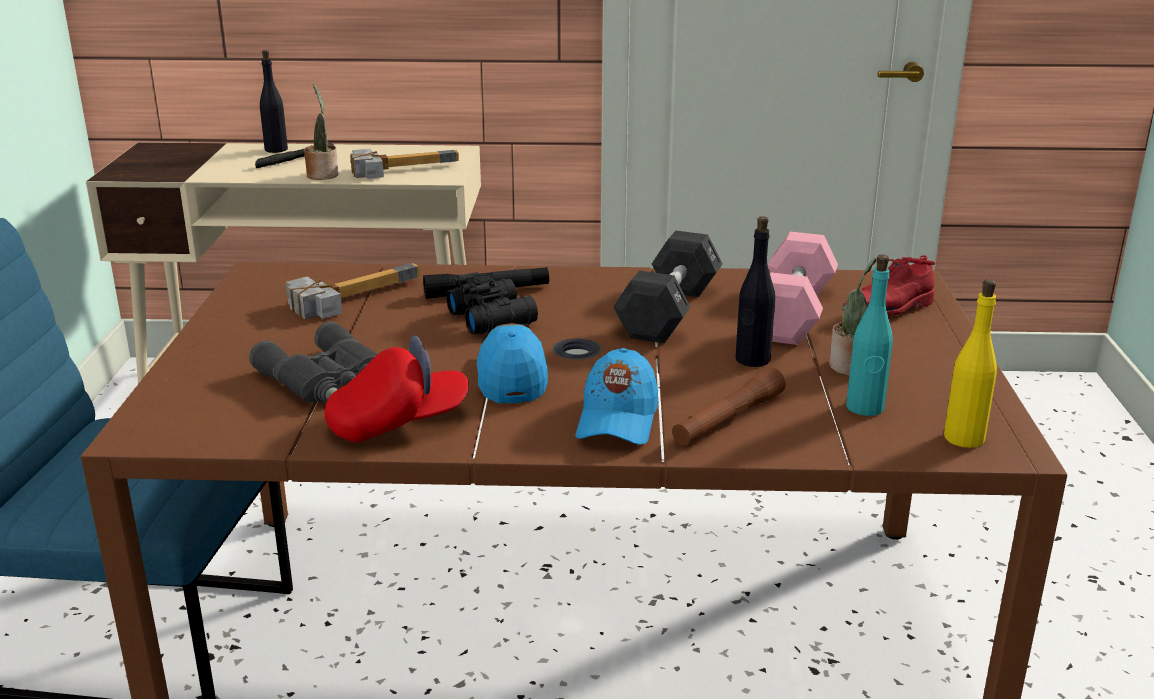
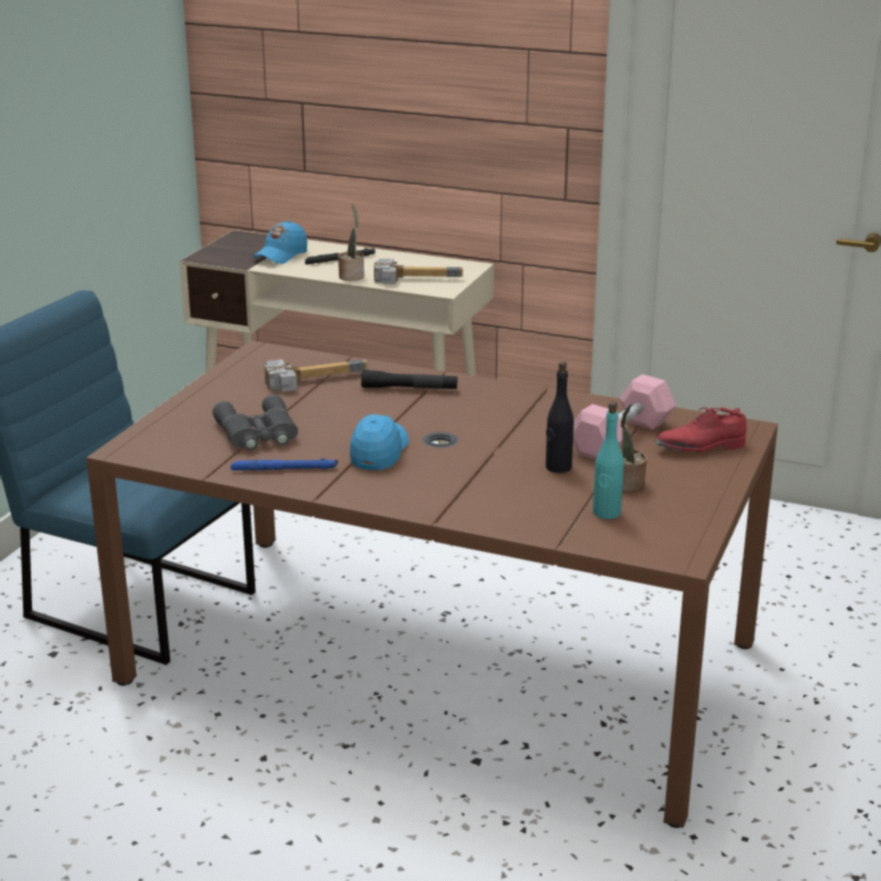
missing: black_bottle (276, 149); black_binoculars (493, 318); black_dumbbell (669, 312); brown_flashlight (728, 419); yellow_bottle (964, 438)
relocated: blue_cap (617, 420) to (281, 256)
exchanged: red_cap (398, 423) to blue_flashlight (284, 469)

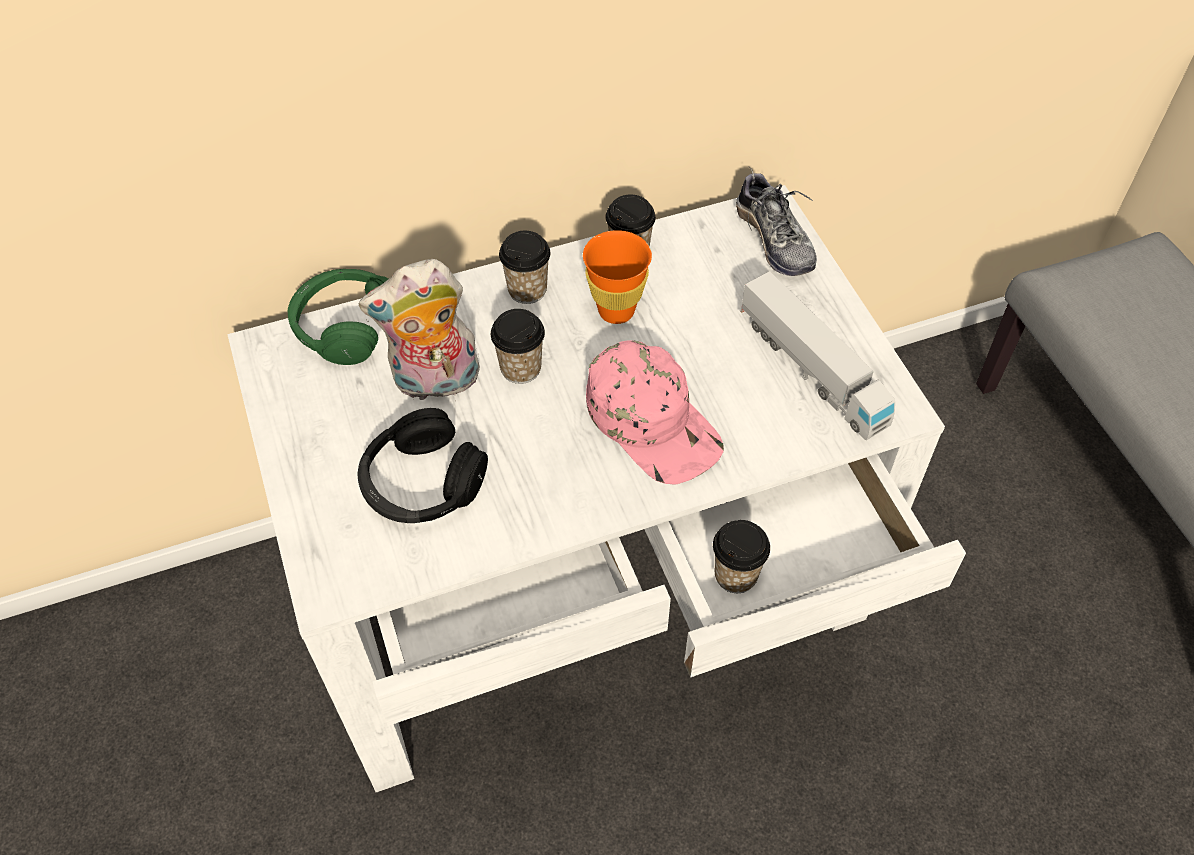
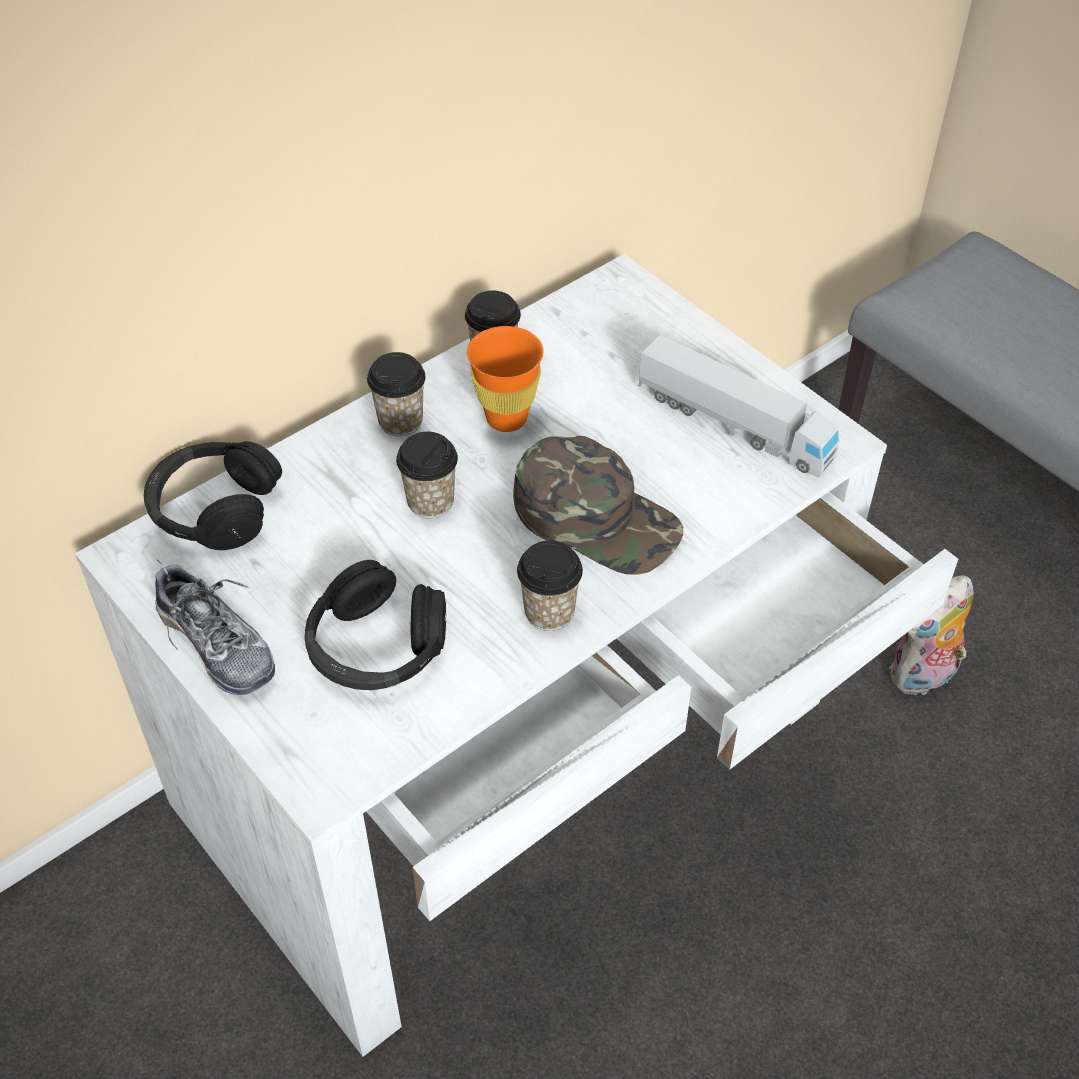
relocated: shoe (774, 239) to (217, 644); cup (736, 575) to (549, 612); plush_toy (435, 383) to (923, 677)
colour: green_headphones (347, 326) to black_headphones (214, 508); pink_cap (653, 422) to green_cap (597, 517)

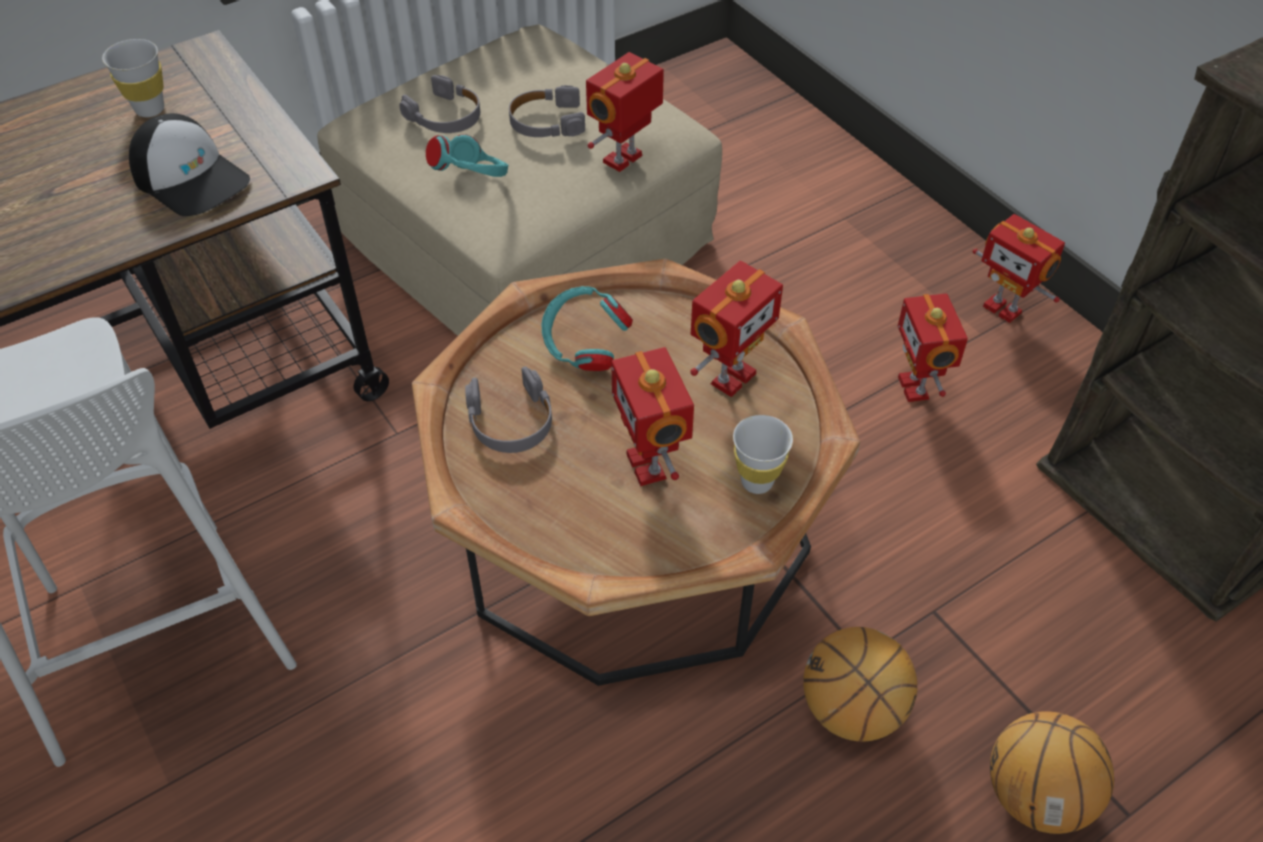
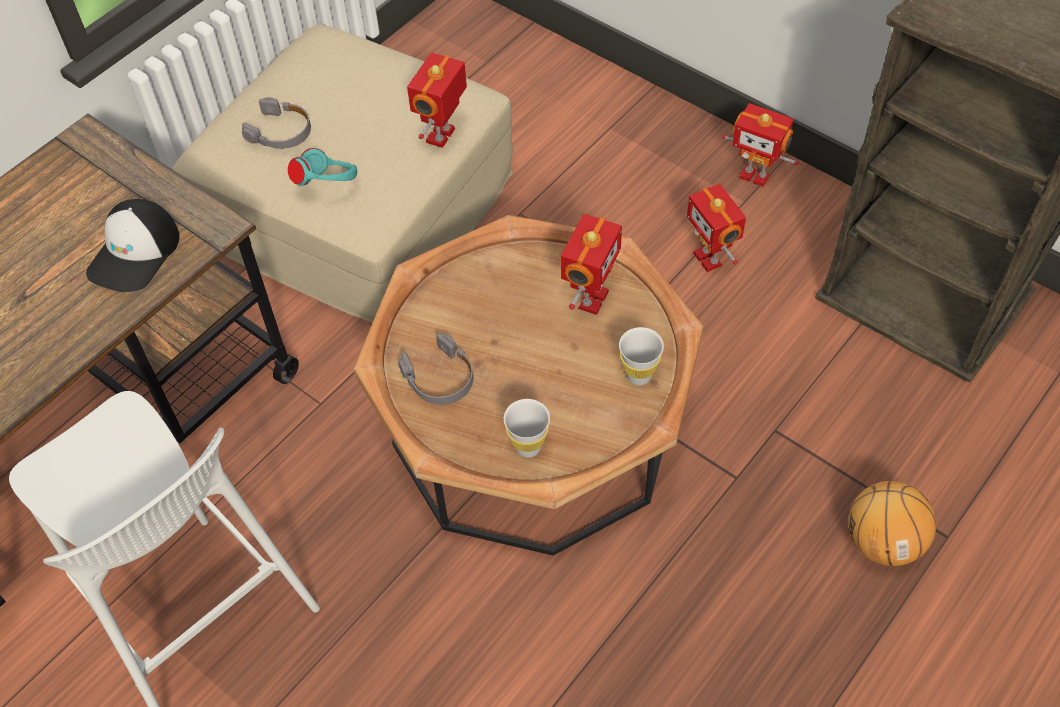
missing: grey_headphones (546, 122); turquoise_headphones (584, 349); toy_robot (649, 465); basketball (852, 710)
relocated: white_cup (150, 109) to (528, 447)
spun: cap (191, 178) = (135, 254) 90 degrees clockwise

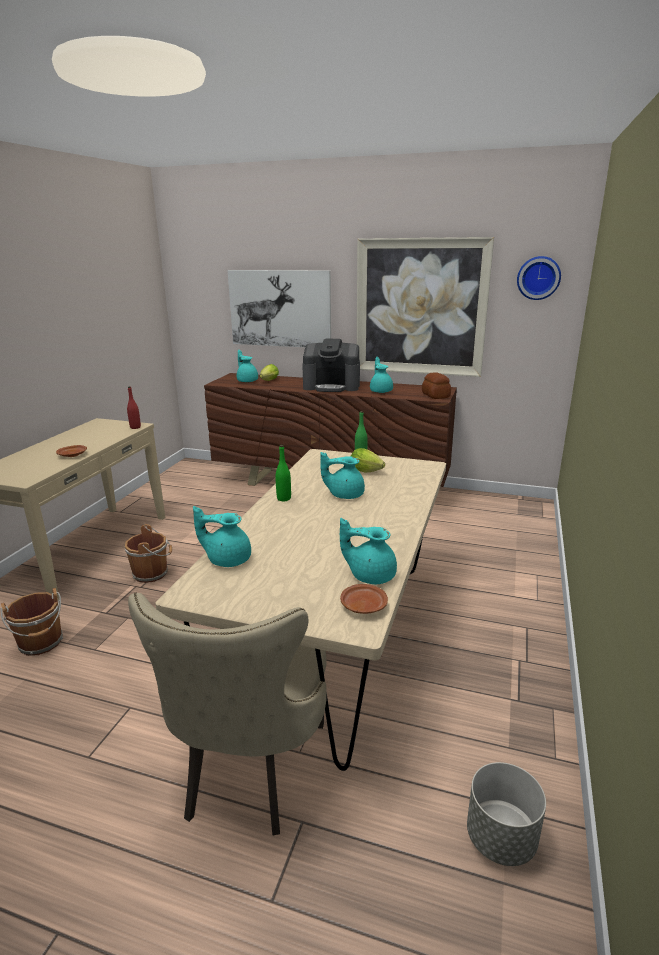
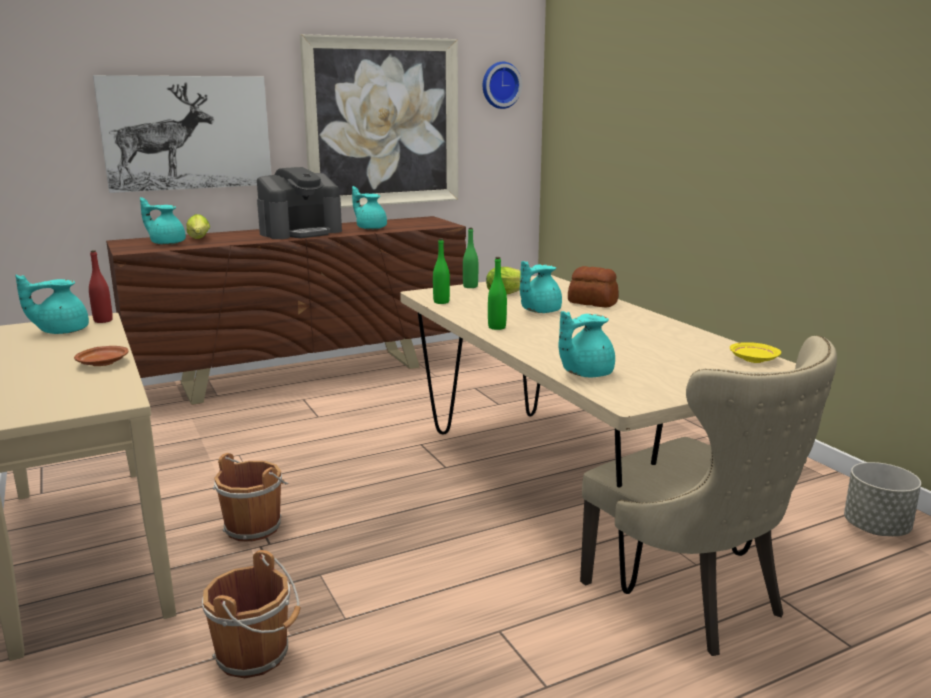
appeared: green_bottle (441, 302)
relocated: turquoise_teapot (370, 575) to (61, 331); bread (436, 395) to (592, 302)
colour: brown_plate (363, 606) to yellow_plate (753, 359)

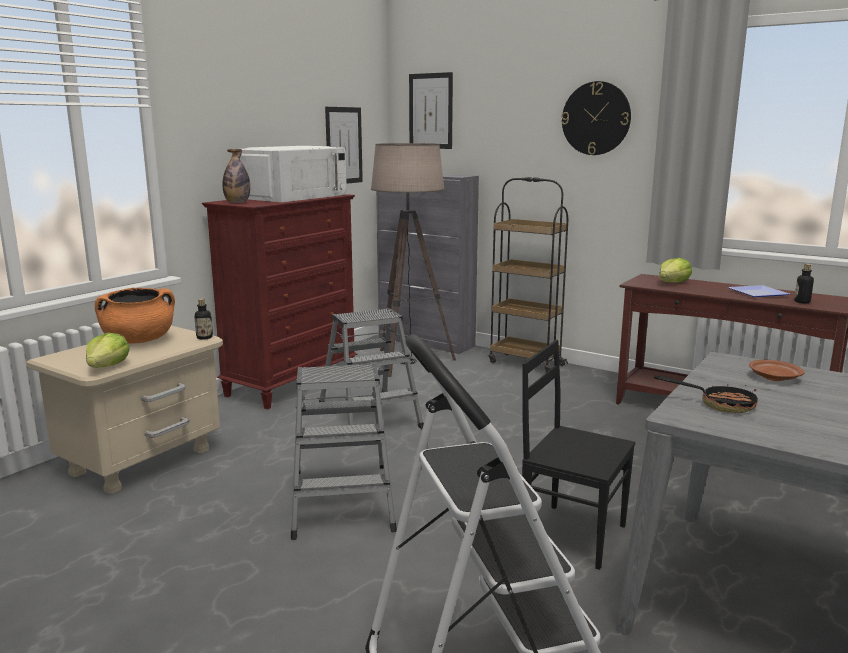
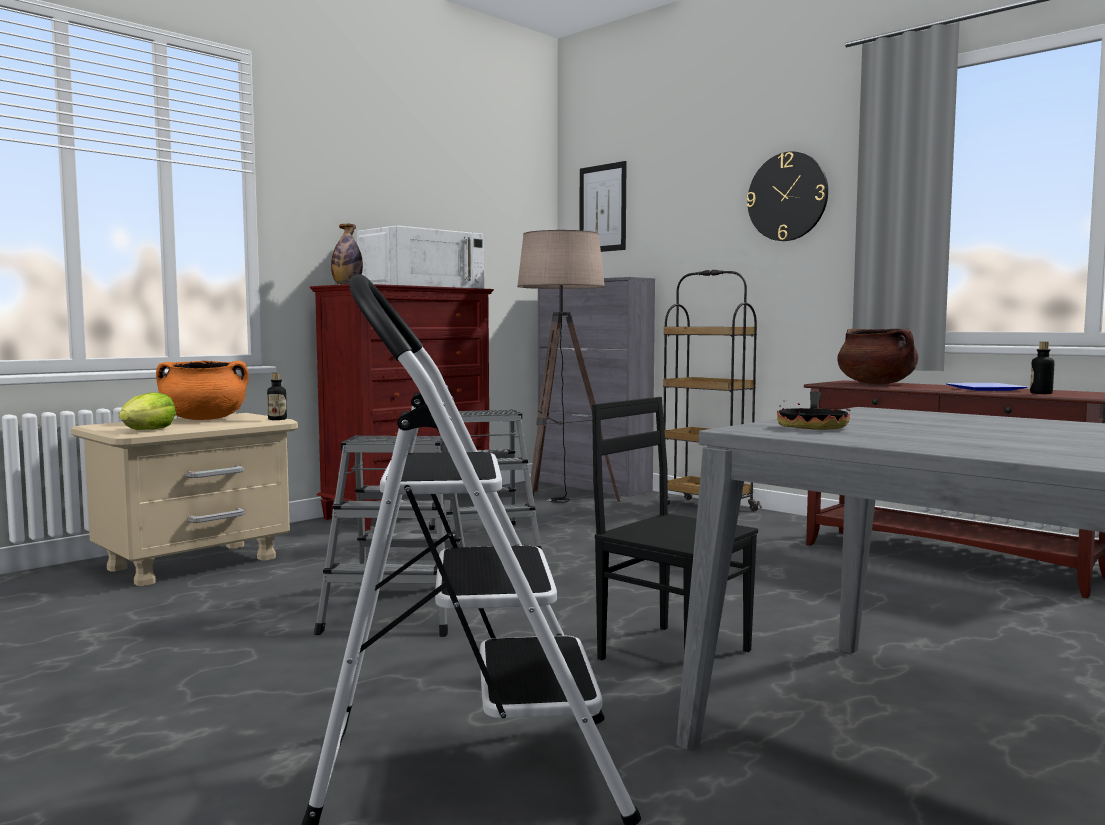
missing: picture (344, 145); brown_plate (773, 377)
exchanged: lettuce (673, 283) to brown_cooking_pot (877, 384)
spun: frying_pan (718, 404) = (813, 426) 75 degrees clockwise

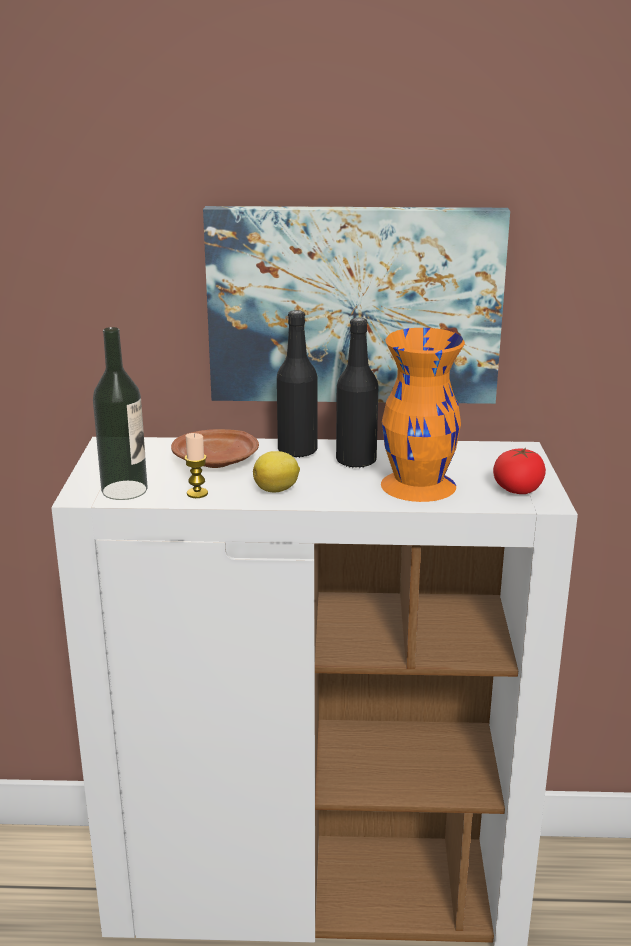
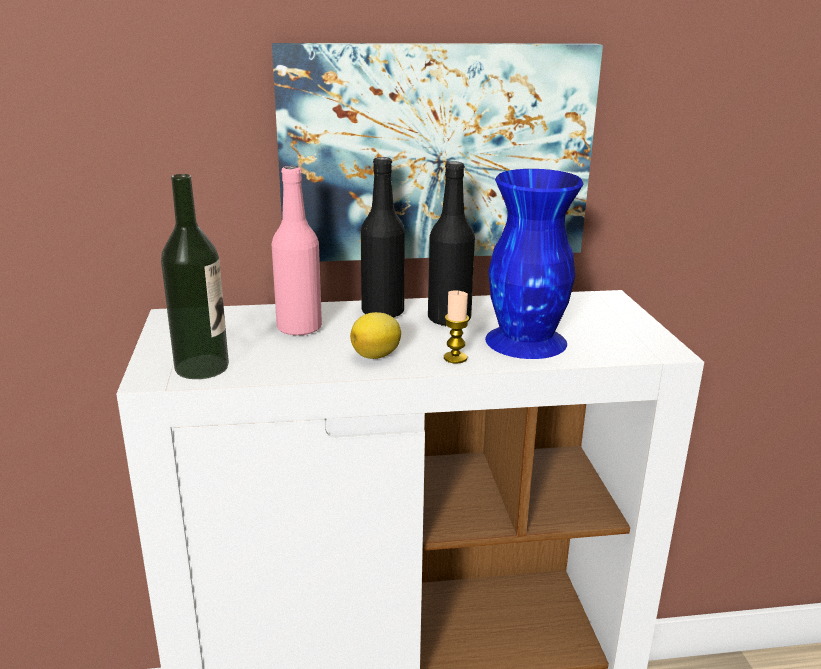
missing: tomato (518, 490)
relocated: candle (197, 493) to (455, 358)
exchanged: brown_plate (217, 461) to pink_bottle (299, 328)
colour: orange_vase (418, 485) to blue_vase (527, 341)

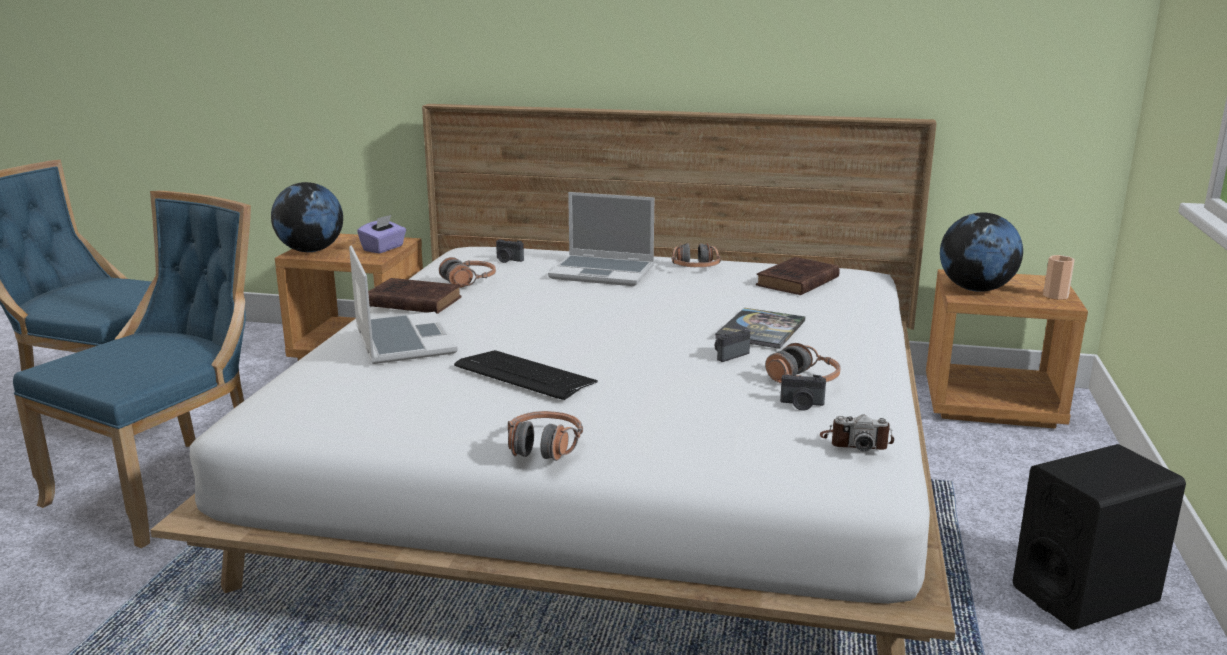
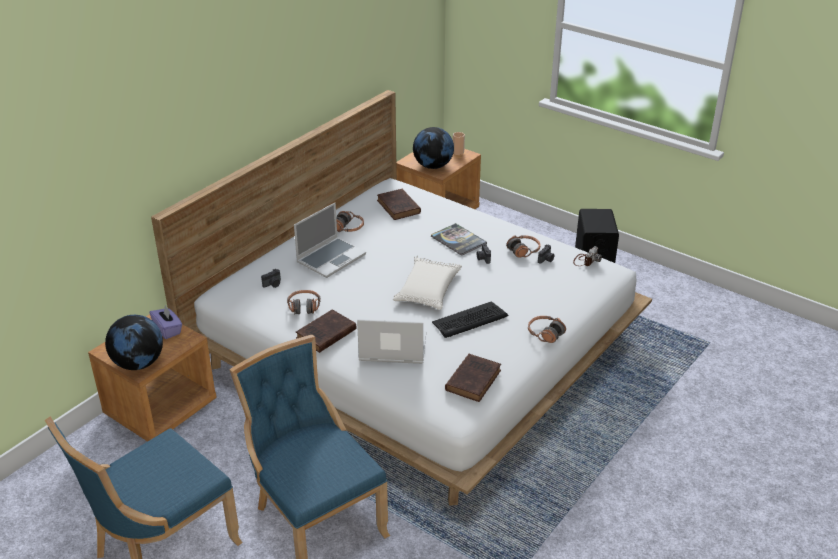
appeared: white_pillow (427, 288); brown_book (474, 379)

